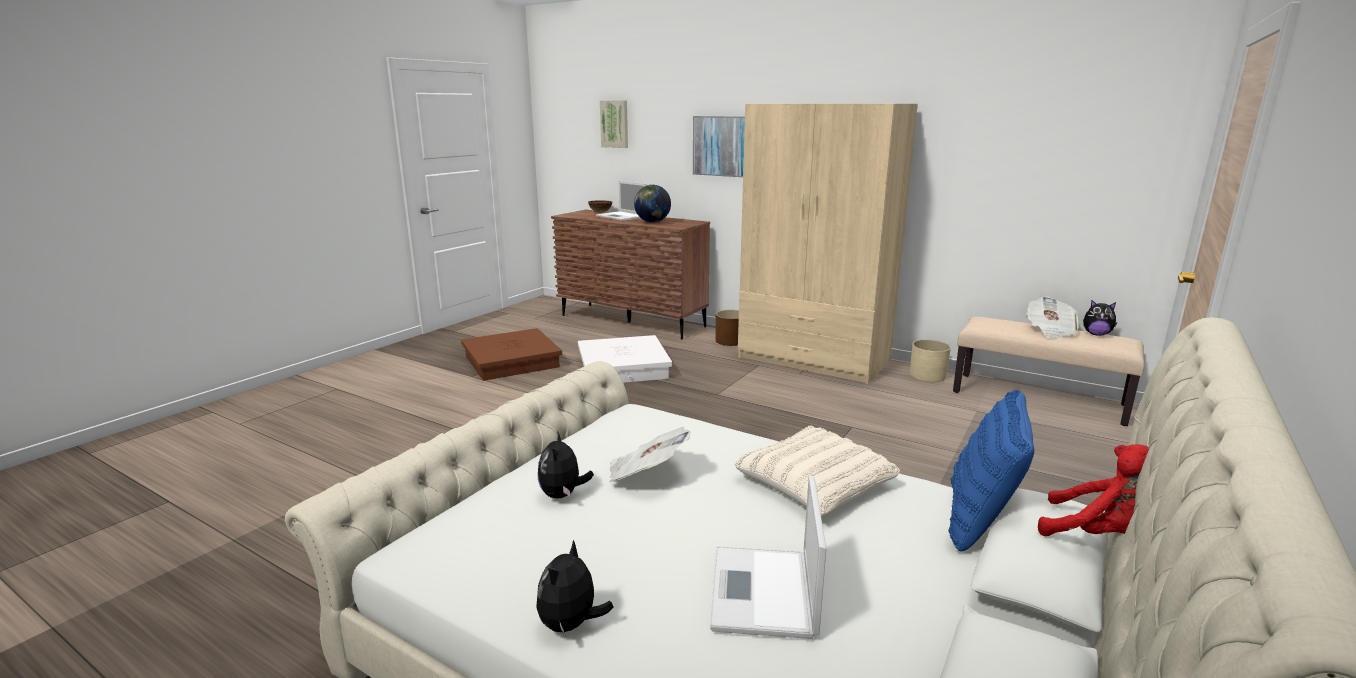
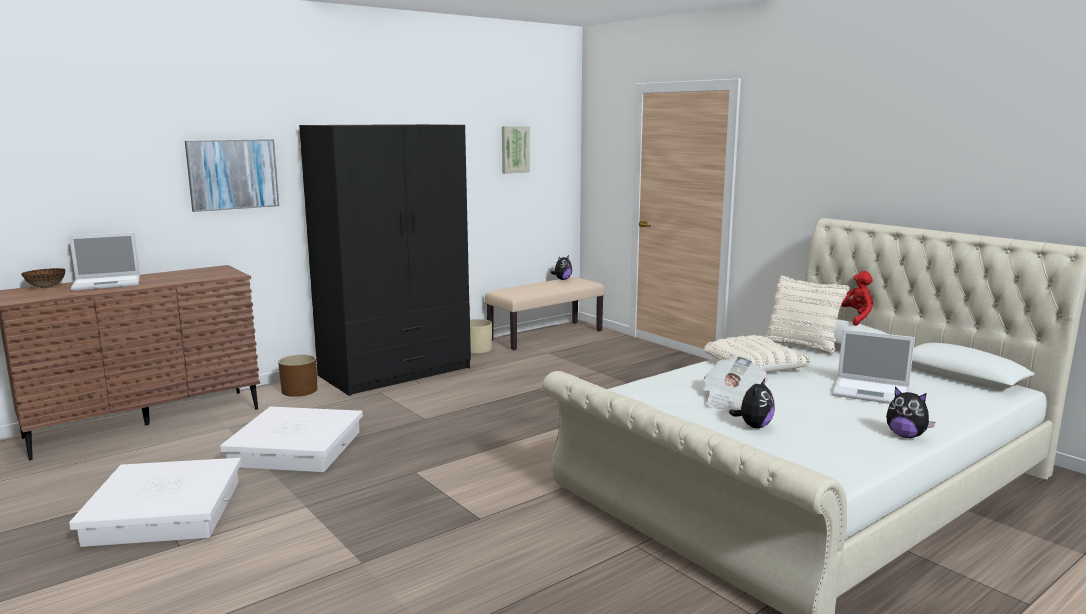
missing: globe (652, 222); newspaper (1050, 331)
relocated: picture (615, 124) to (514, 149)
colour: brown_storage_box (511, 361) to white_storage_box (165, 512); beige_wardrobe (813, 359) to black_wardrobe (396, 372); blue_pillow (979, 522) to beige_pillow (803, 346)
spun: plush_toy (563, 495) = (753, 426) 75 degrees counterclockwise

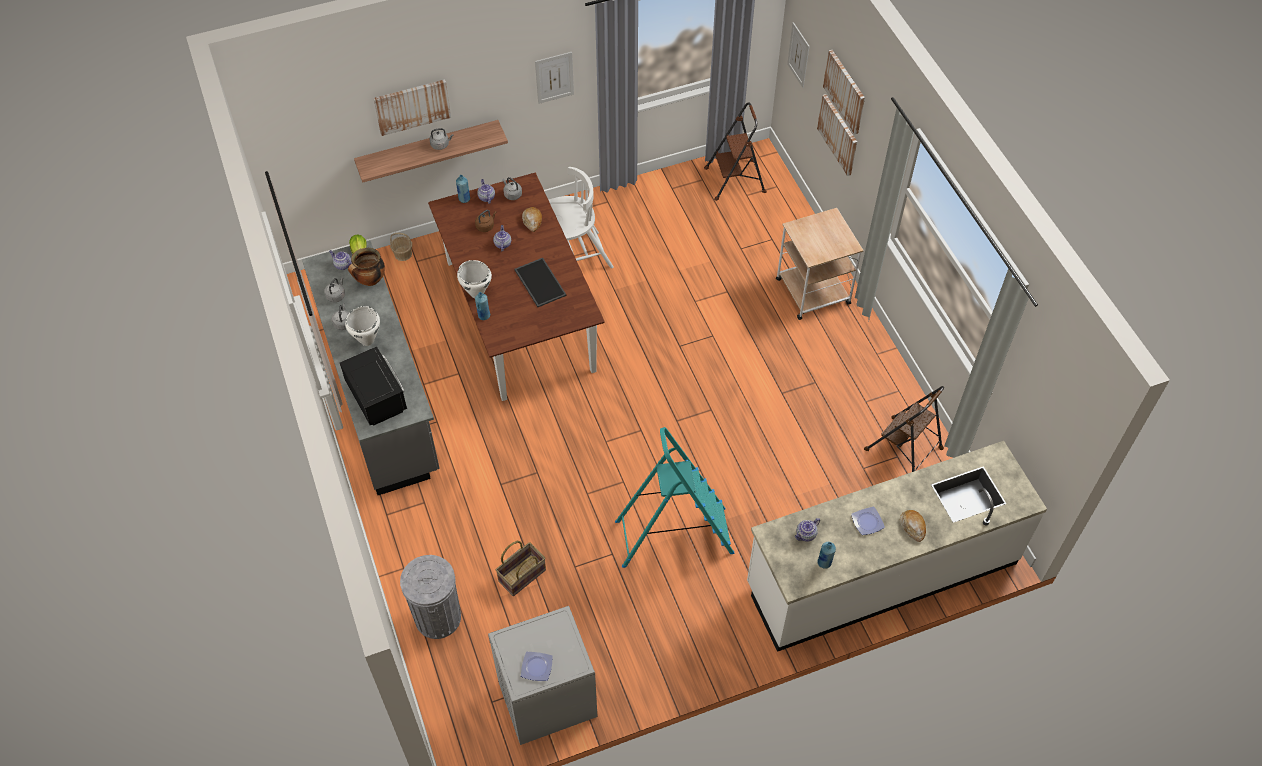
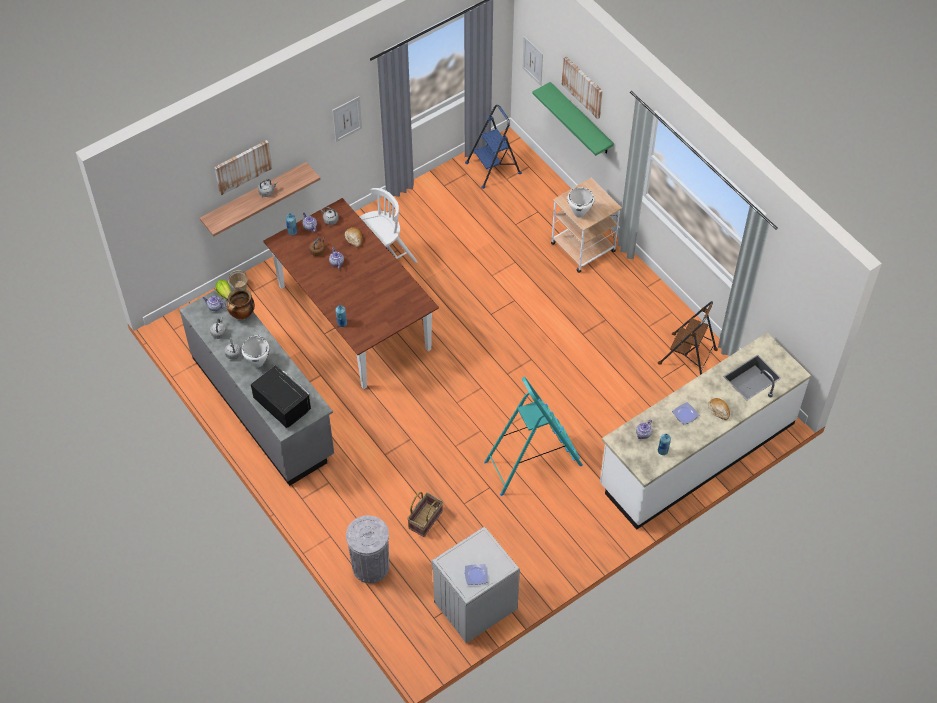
missing: tray (539, 282)
relocated: white_cooking_pot (476, 293) to (579, 213)
exchanged: picture (838, 134) to green_shelf (581, 119)
colour: brown_step_ladder (737, 179) to blue_step_ladder (494, 167)

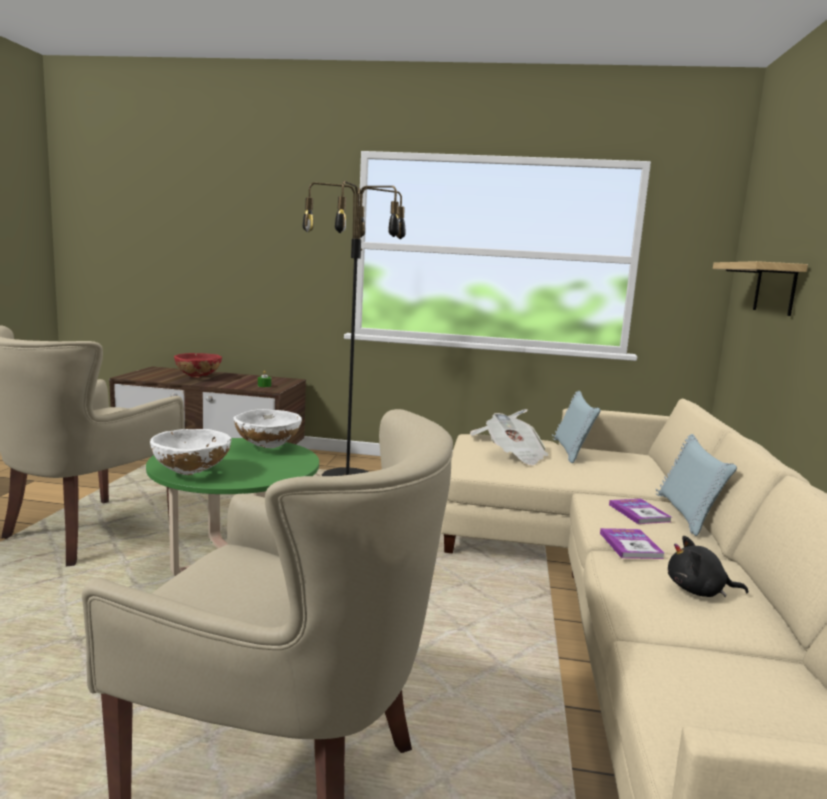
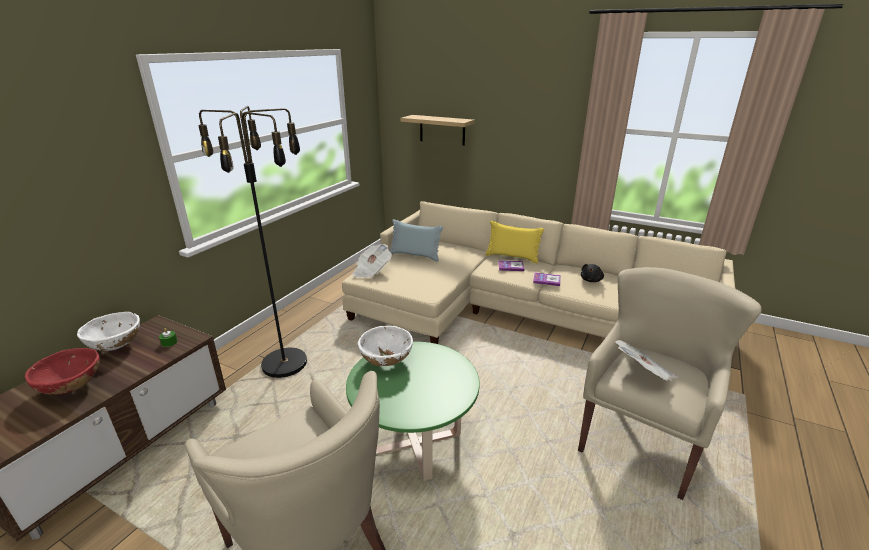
relocated: white_bowl (191, 473) to (117, 346); newspaper (515, 455) to (643, 375)
colour: blue_pillow (687, 515) to yellow_pillow (512, 257)

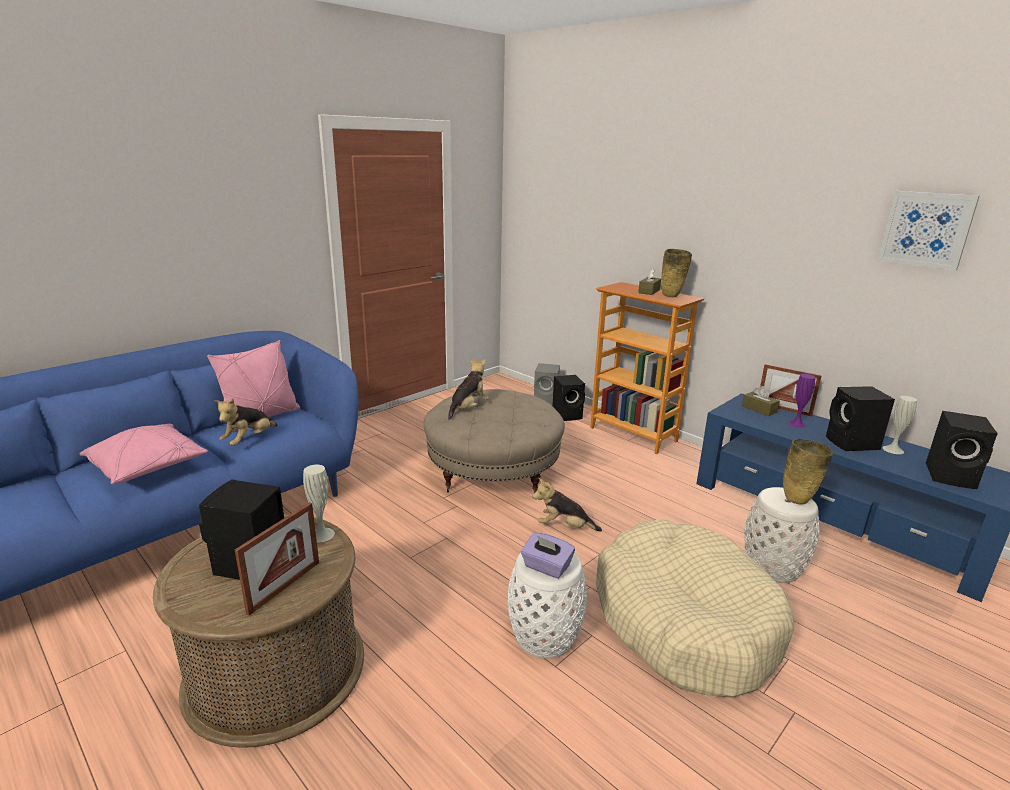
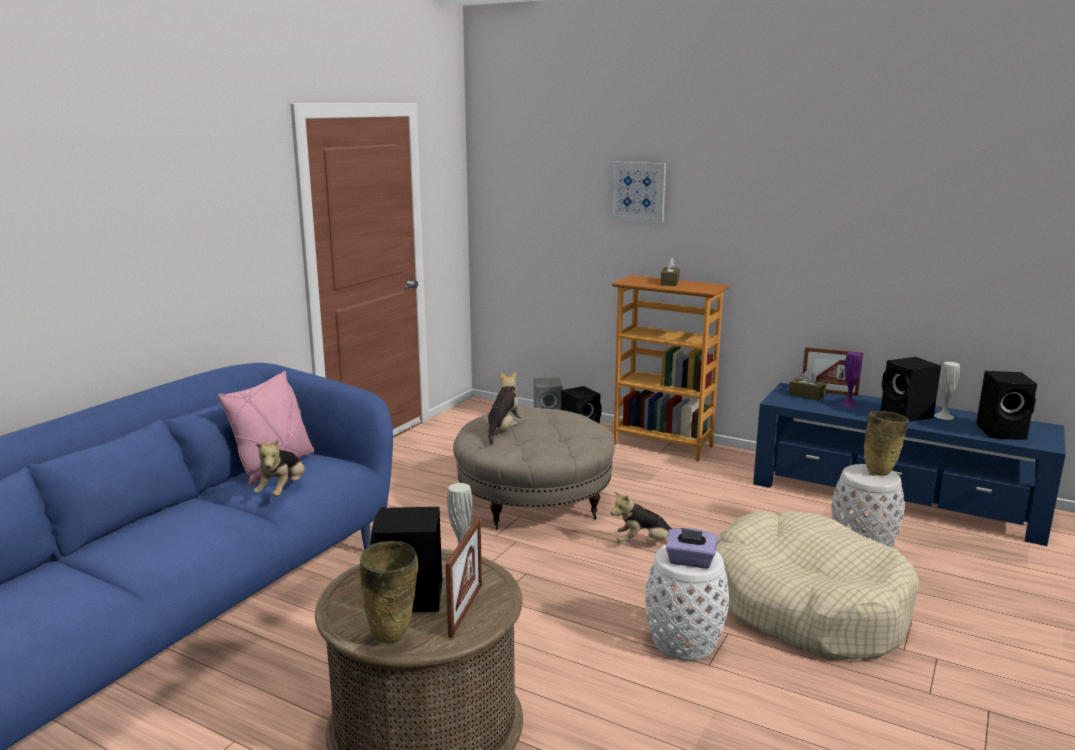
missing: pink_pillow (148, 467)
relocated: beige_vase (672, 296) to (392, 637); picture (926, 229) to (638, 191)

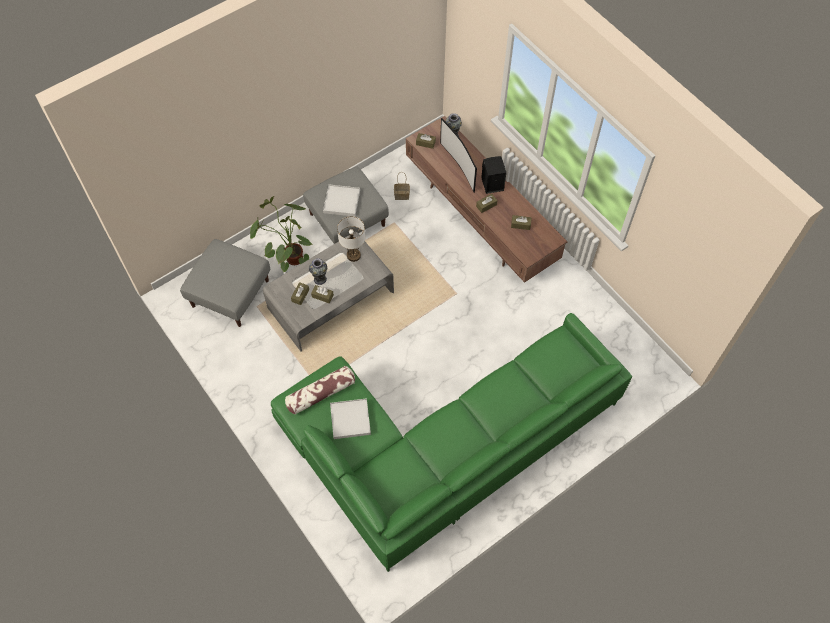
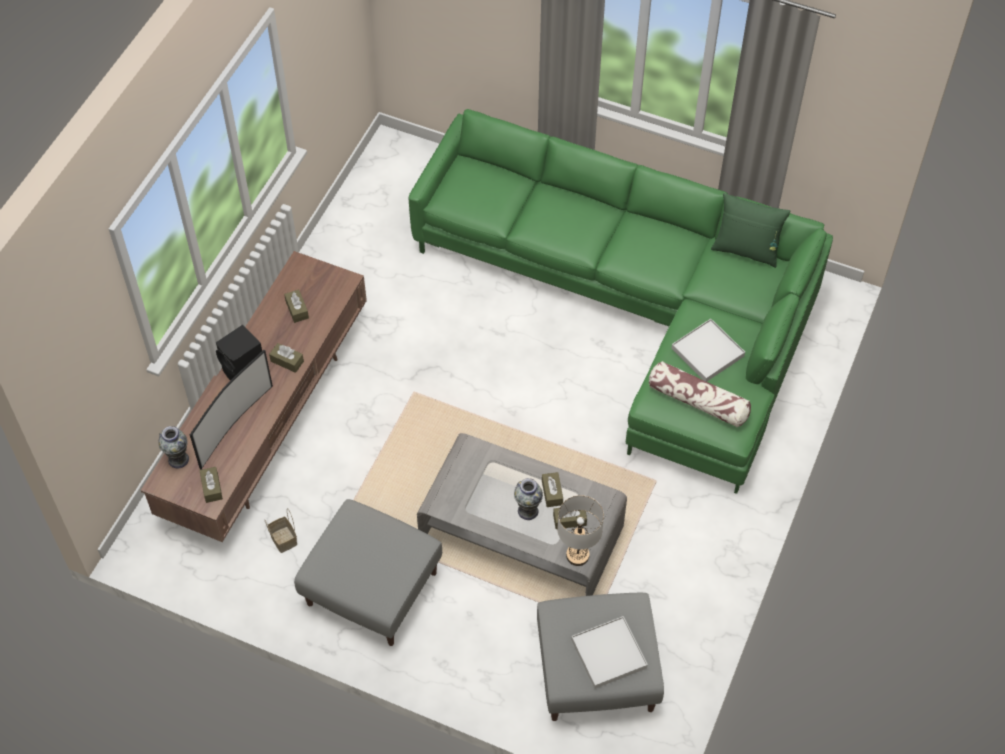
missing: potted_plant (288, 255)
appeared: green_pillow (745, 251)
relocated: table_lamp (353, 256) to (578, 555); white_tray (341, 202) to (609, 654)

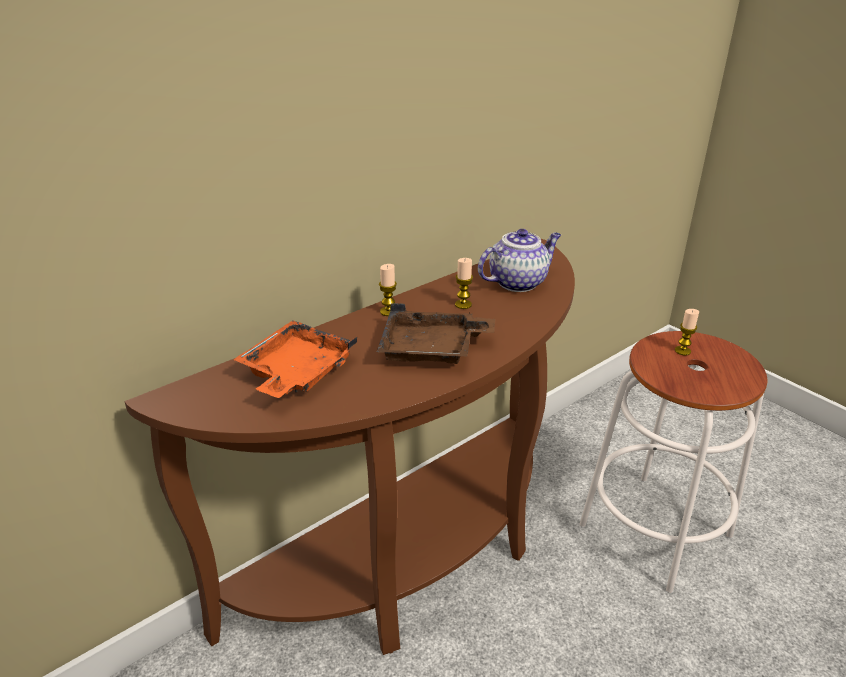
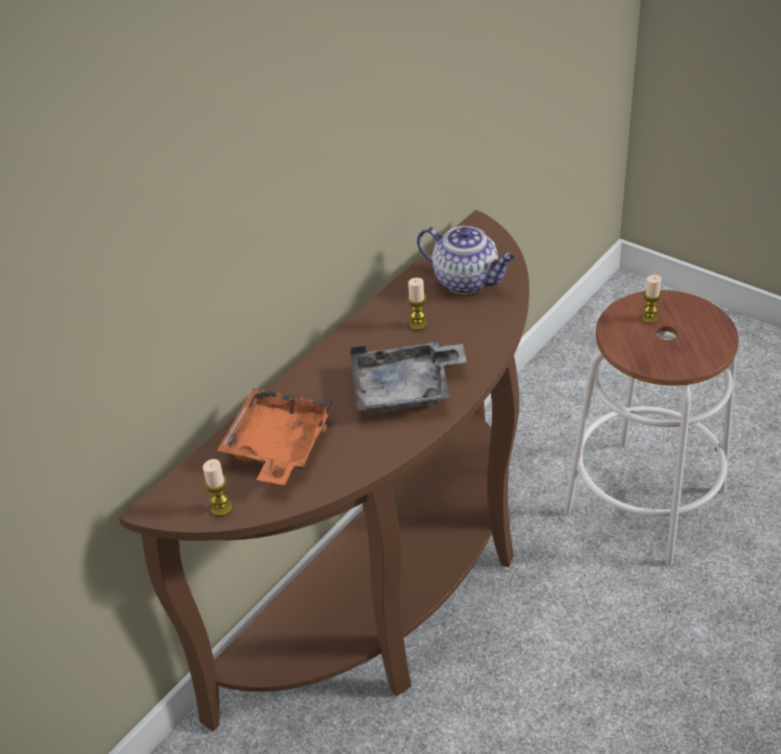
relocated: candle (388, 312) to (221, 508)
colour: brown_tray (432, 350) to grey_tray (405, 390)
spun: teapot (518, 282) = (467, 281) 75 degrees clockwise

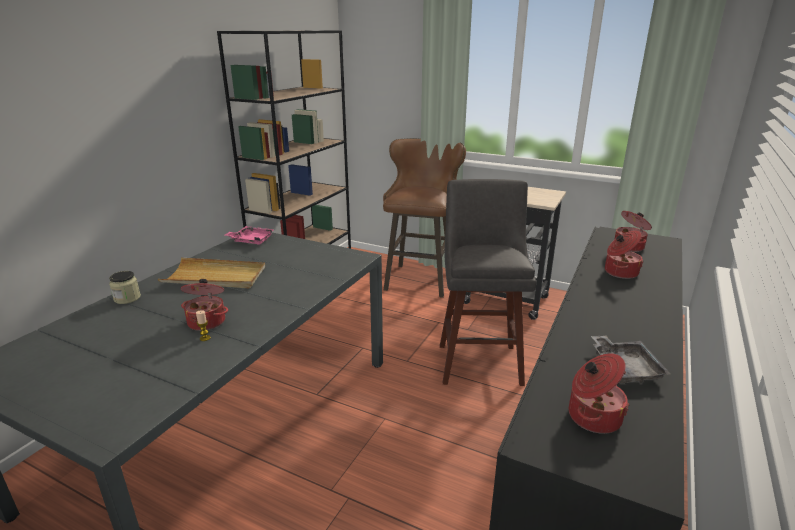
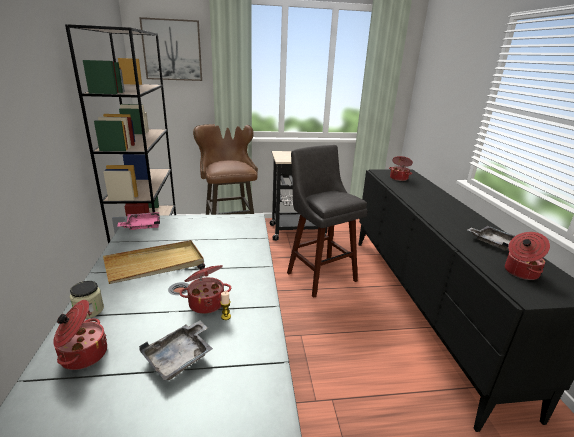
appeared: picture (172, 50); grey_tray (180, 357)
relocated: cooking_pot (620, 272) to (82, 354)

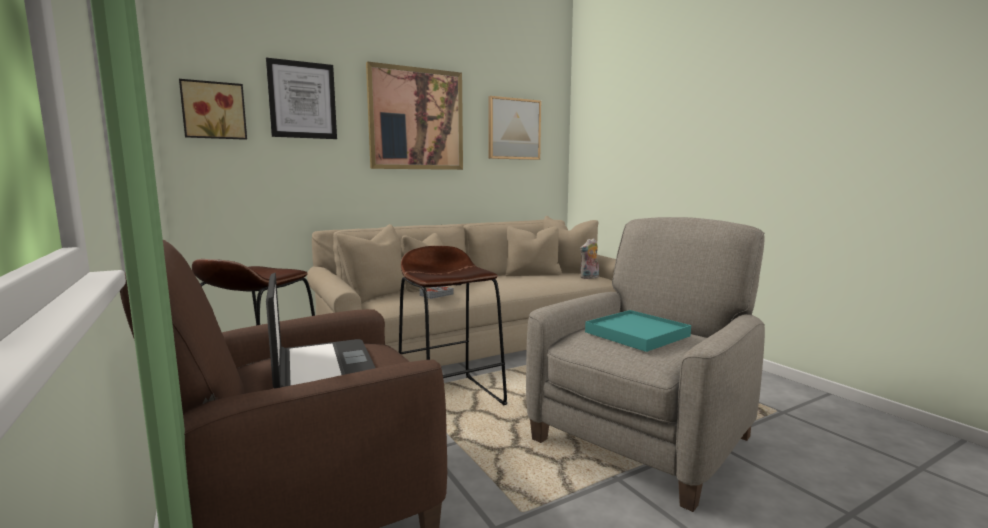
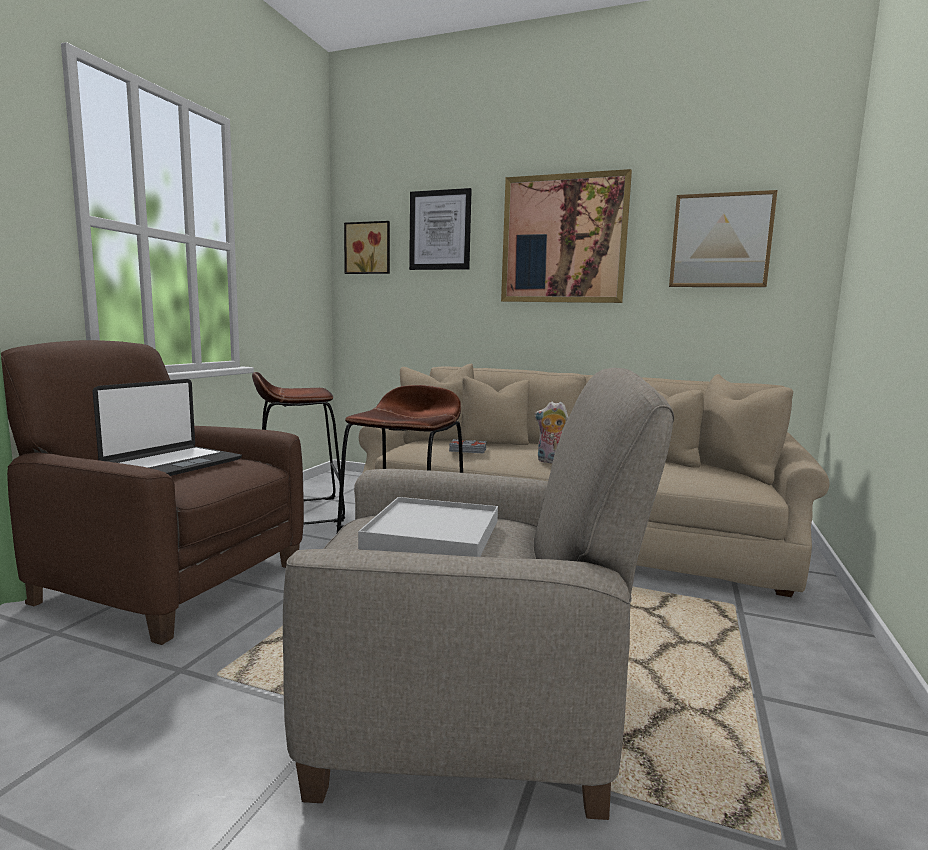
relocated: plush_toy (589, 278) to (551, 462)
colour: turquoise_tray (637, 334) to white_tray (433, 534)

